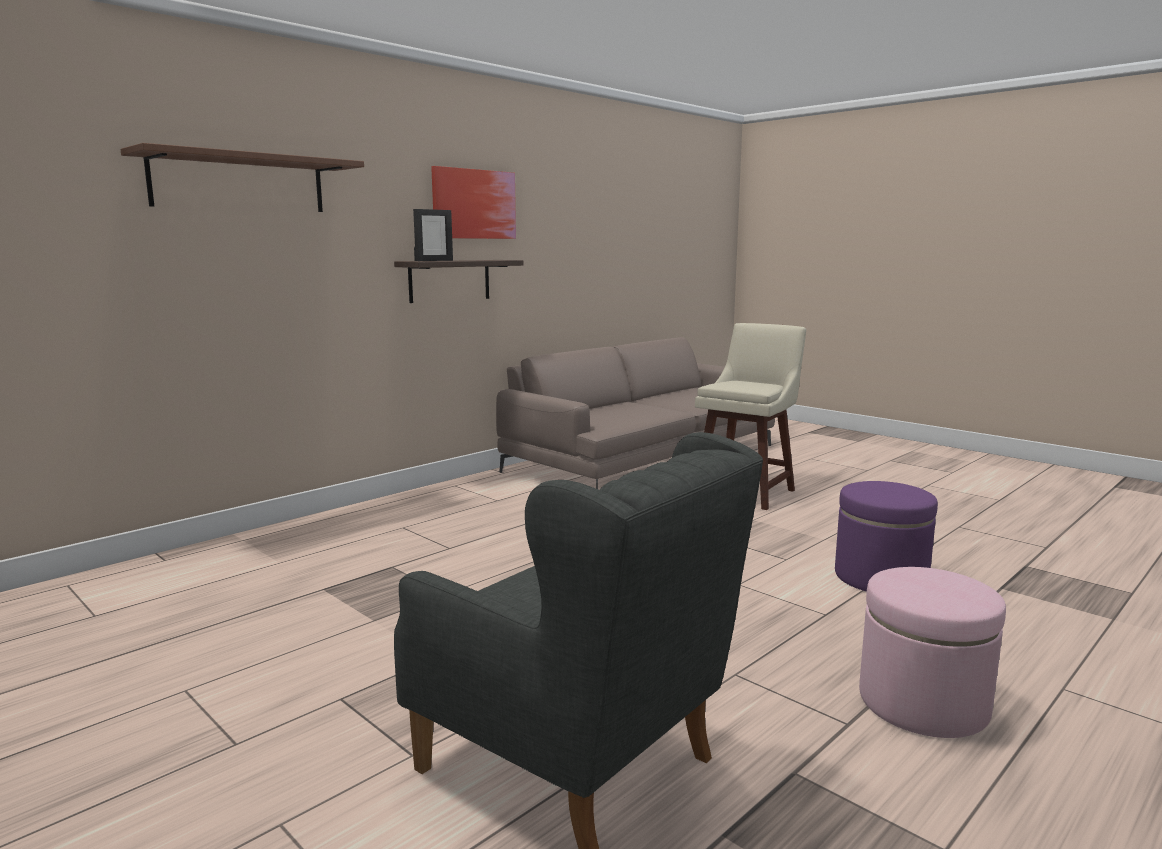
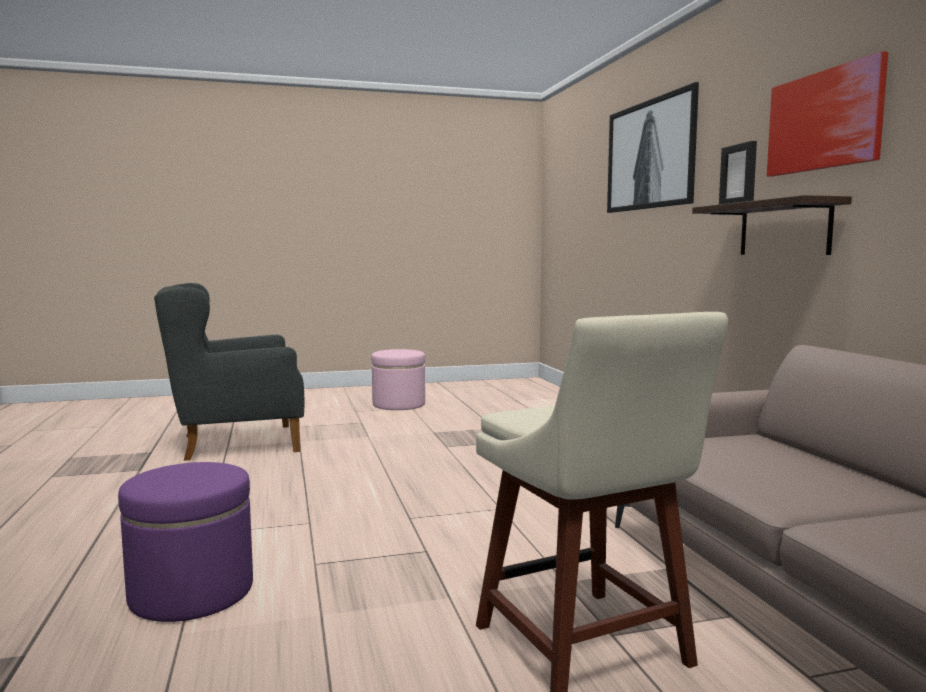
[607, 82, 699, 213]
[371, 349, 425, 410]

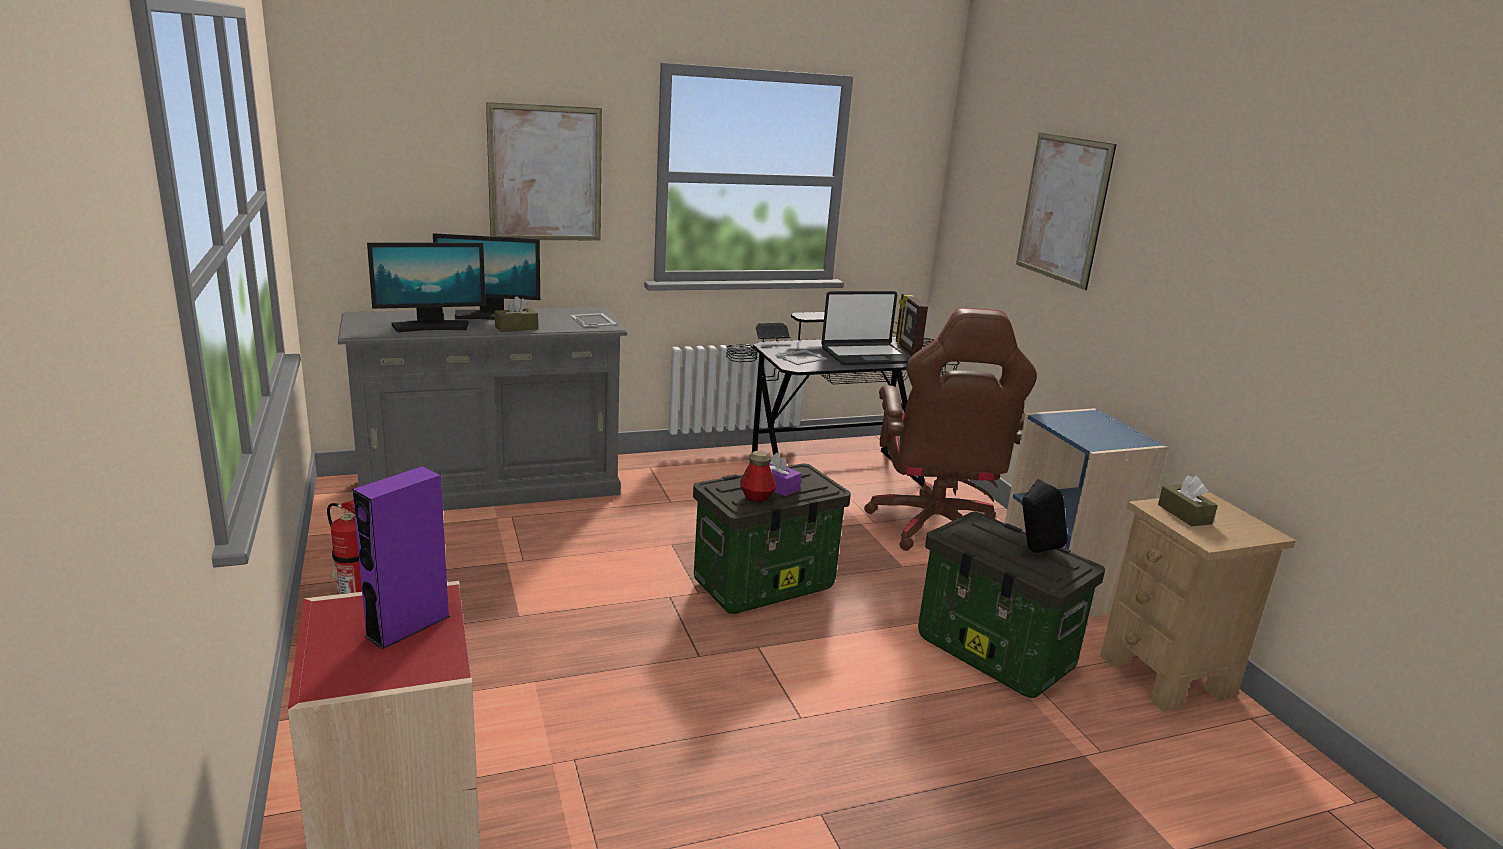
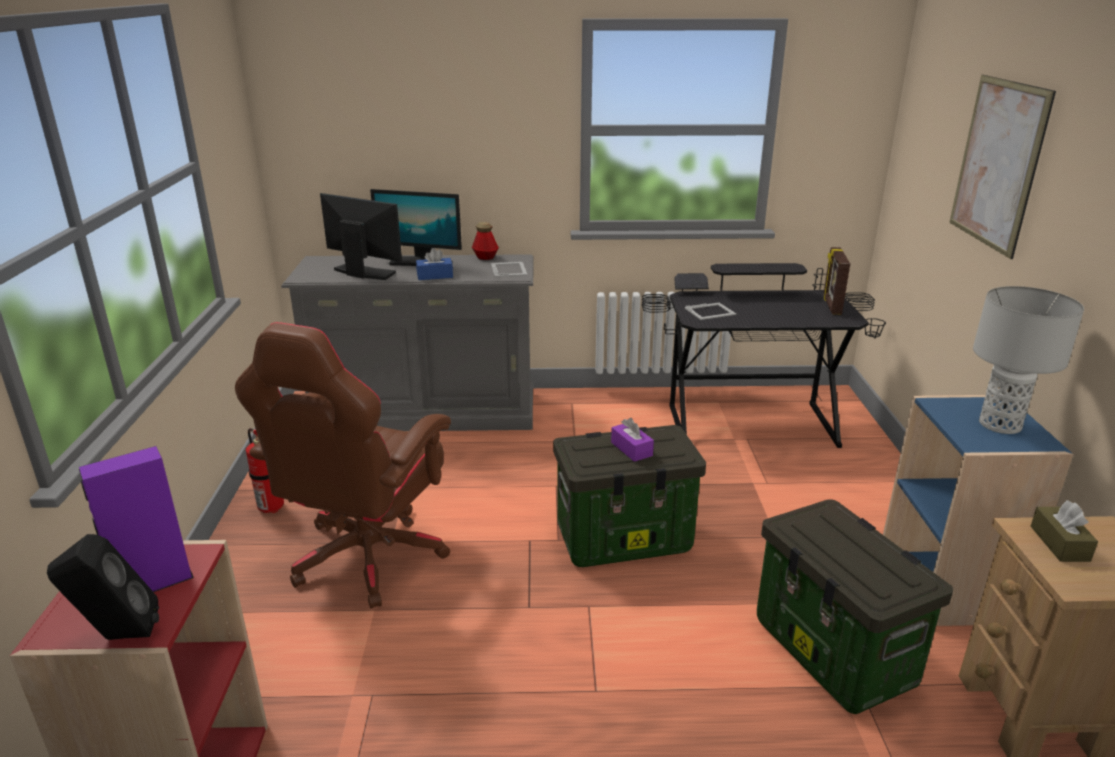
[320, 193, 402, 280]
[486, 102, 602, 240] (first image)
[416, 248, 453, 280]
[472, 222, 499, 260]
[821, 291, 910, 365] (first image)
[235, 322, 451, 608]
[47, 534, 159, 640]
[973, 286, 1084, 434]

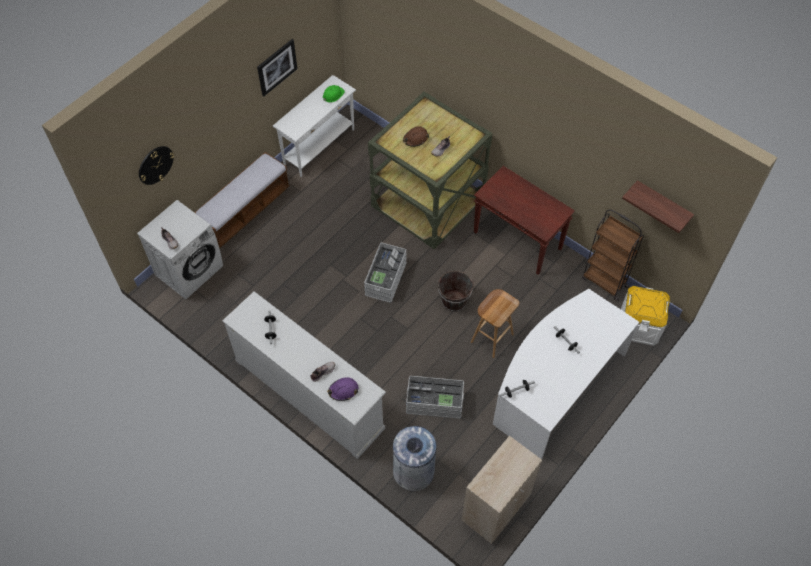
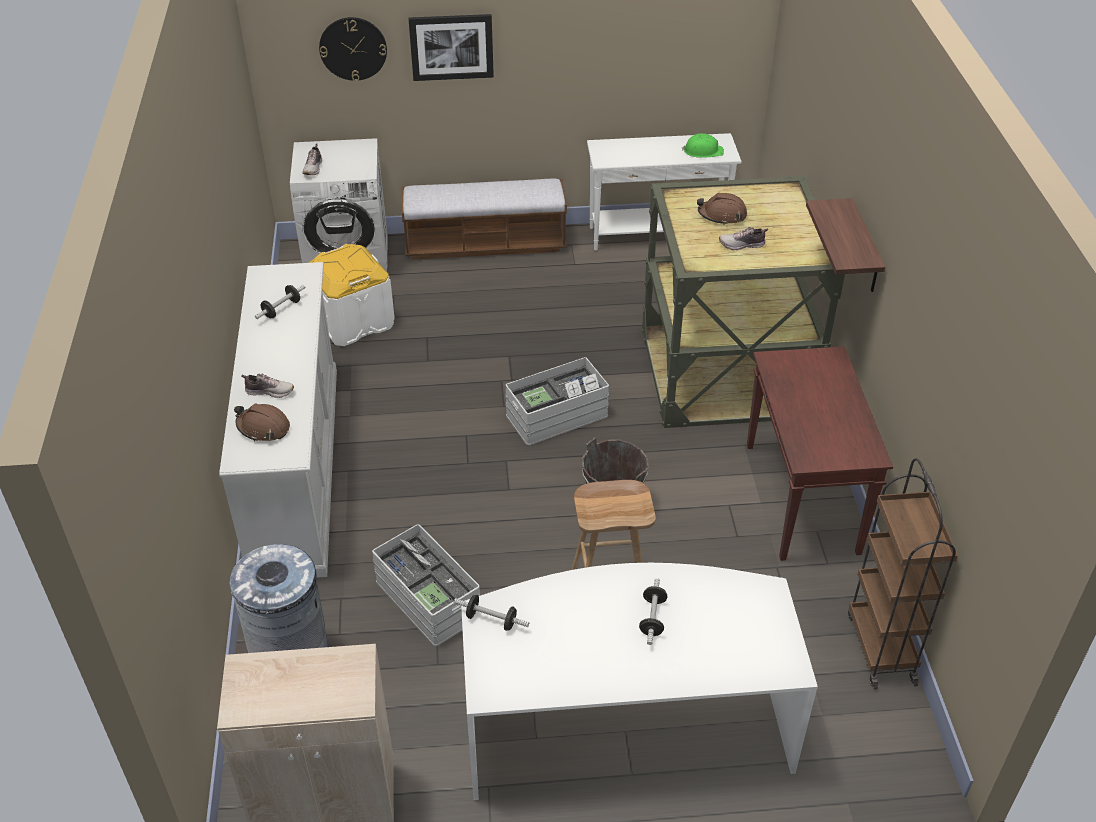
[408, 14, 494, 81]
[234, 403, 290, 441]
[309, 244, 395, 346]
[806, 198, 885, 292]

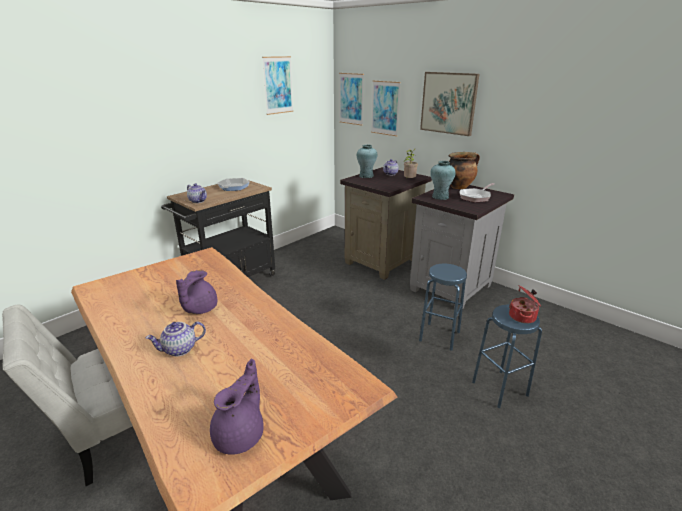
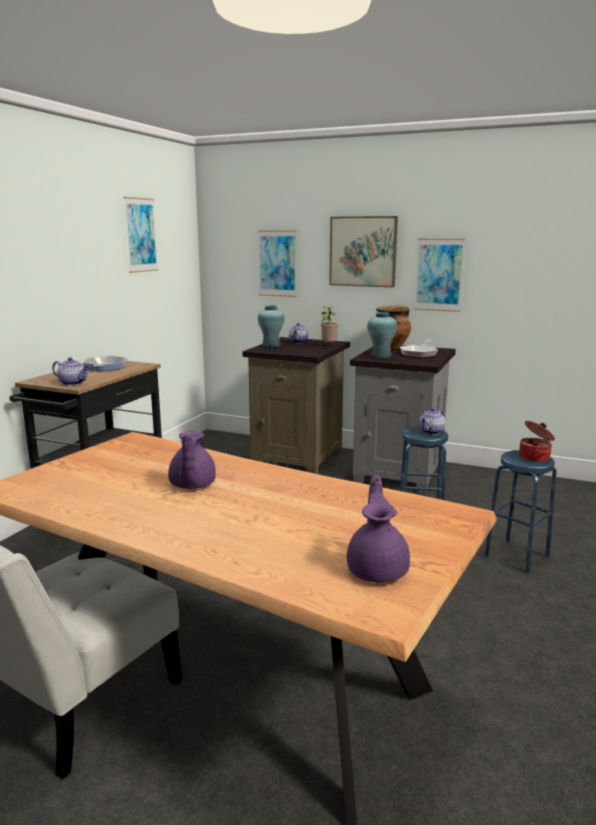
[419, 408, 445, 435]
[414, 239, 465, 312]

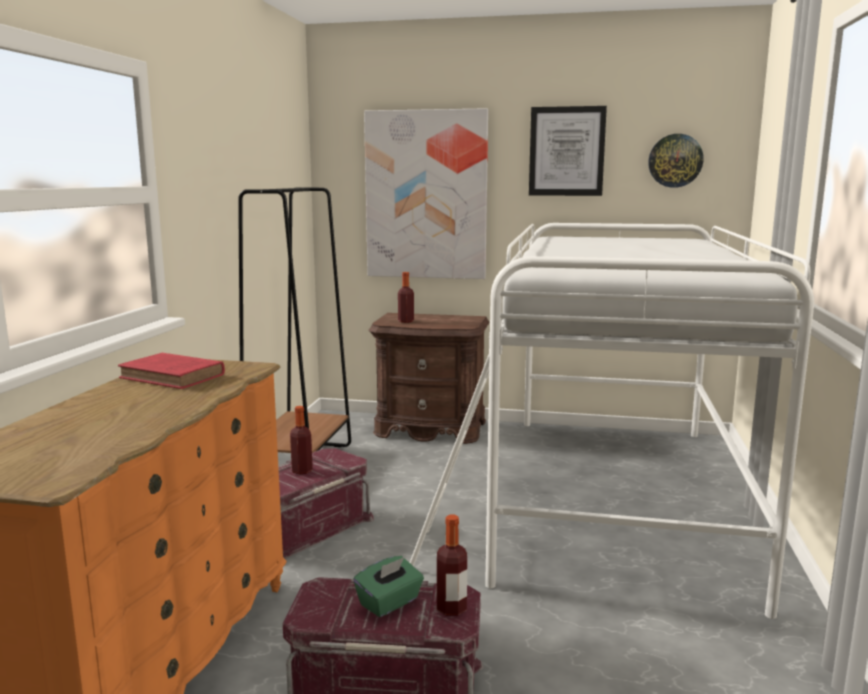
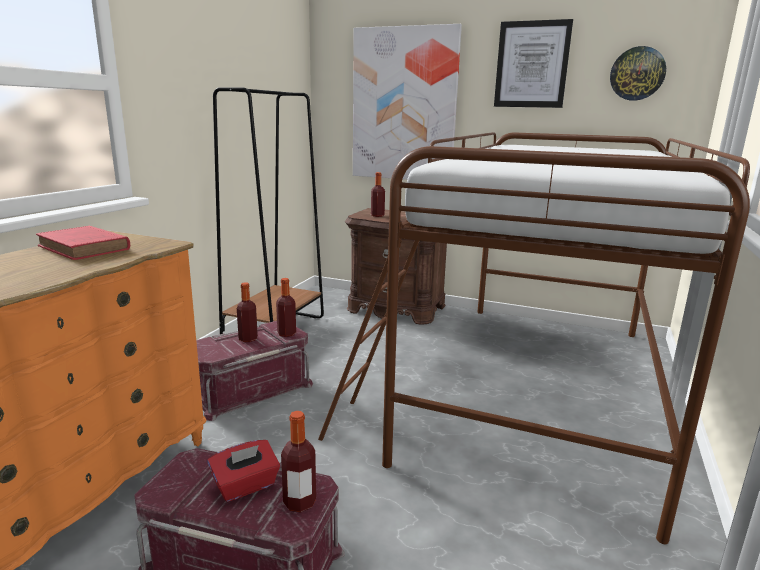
[208, 440, 280, 502]
[318, 132, 750, 544]
[276, 278, 296, 337]

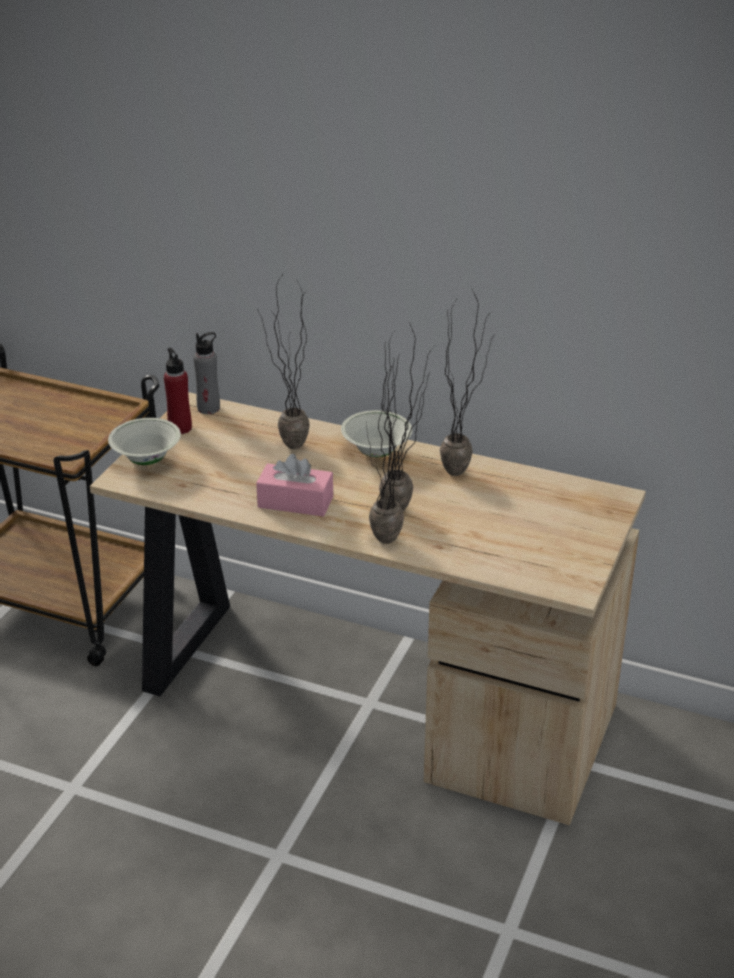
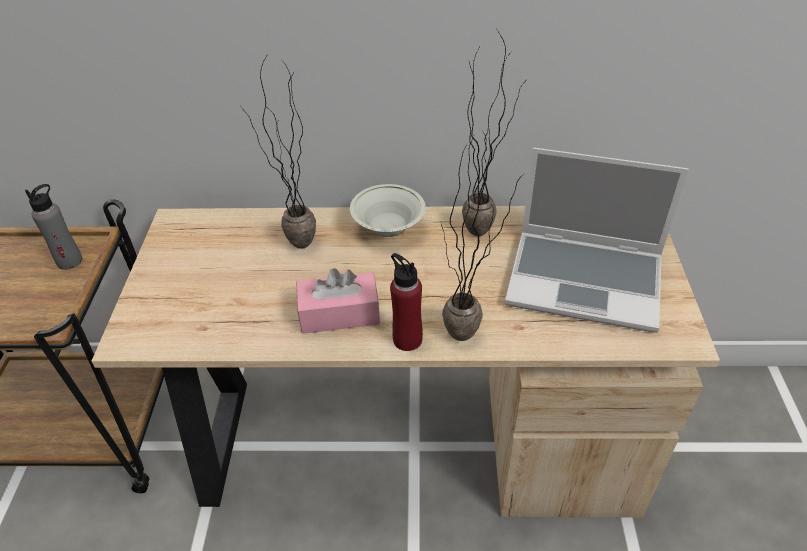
[108, 418, 181, 465] (first image)
[390, 253, 423, 351]
[25, 184, 82, 270]
[379, 322, 435, 511] (first image)
[505, 148, 689, 333]

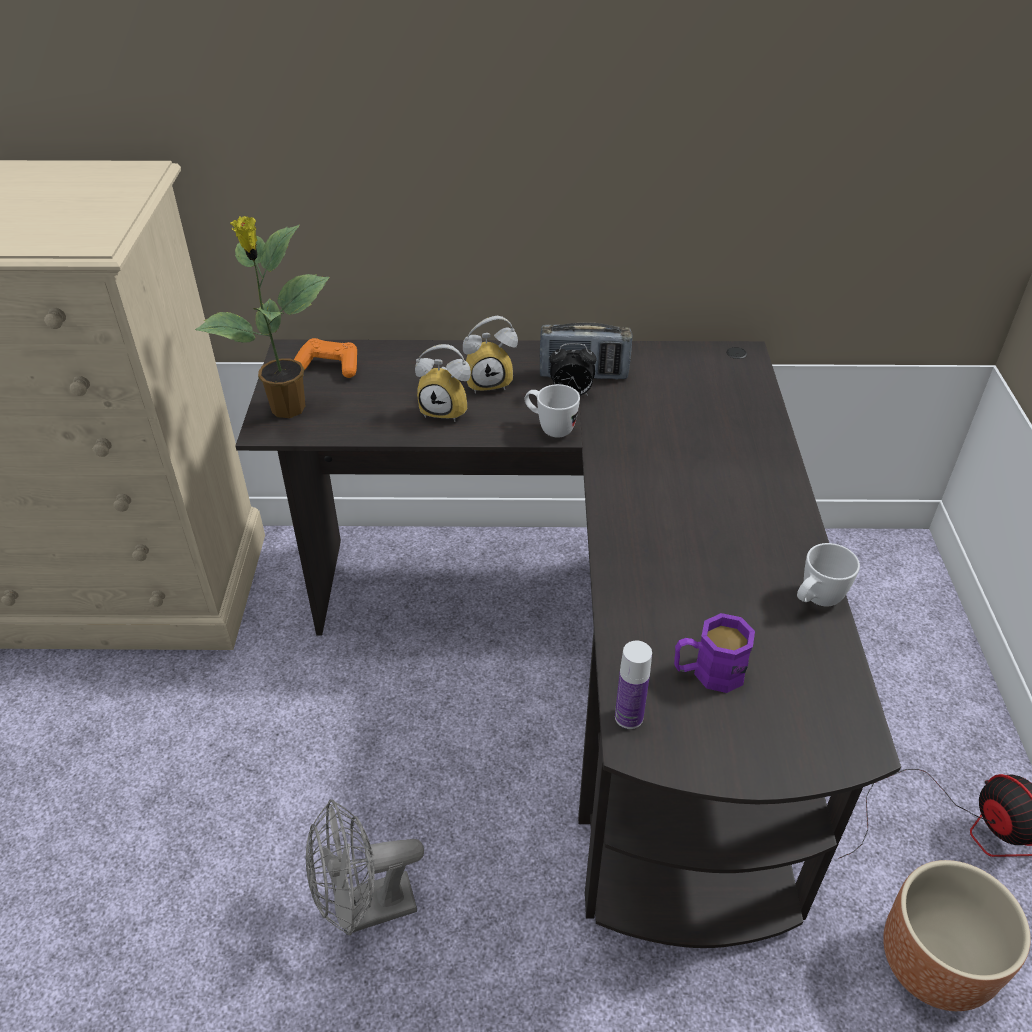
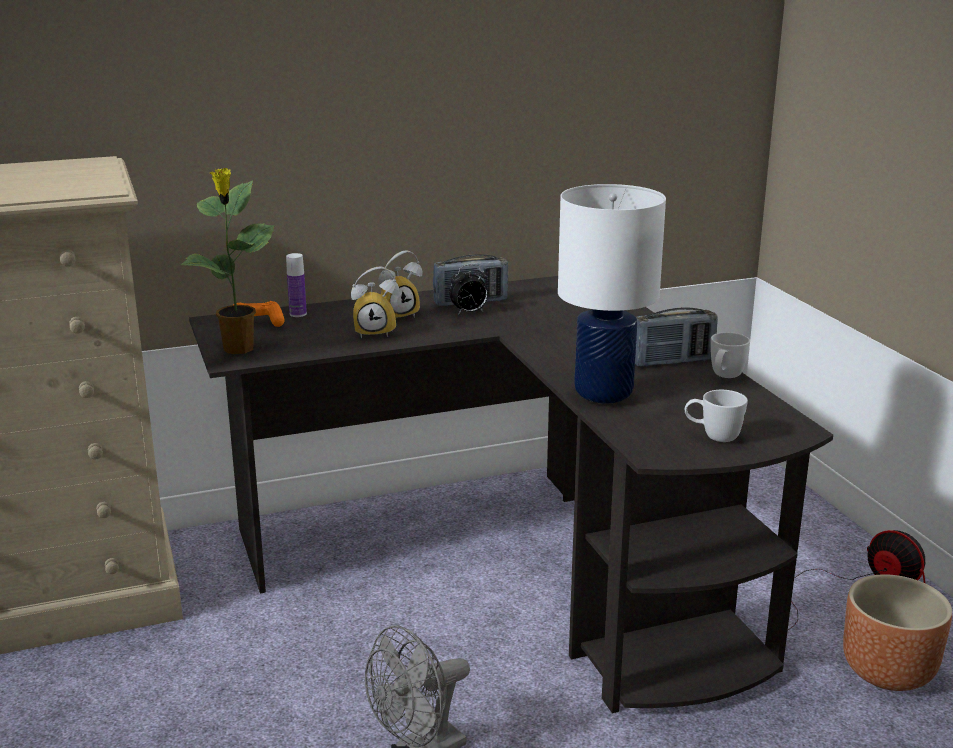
[685, 390, 748, 442]
[286, 253, 307, 317]
[674, 613, 755, 693] (first image)
[558, 184, 666, 404]
[635, 307, 718, 367]

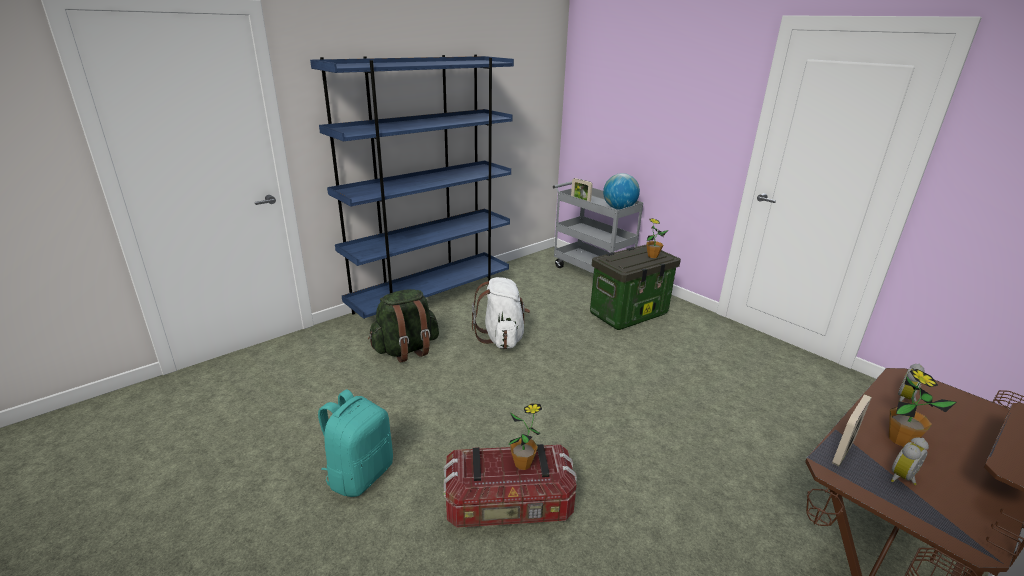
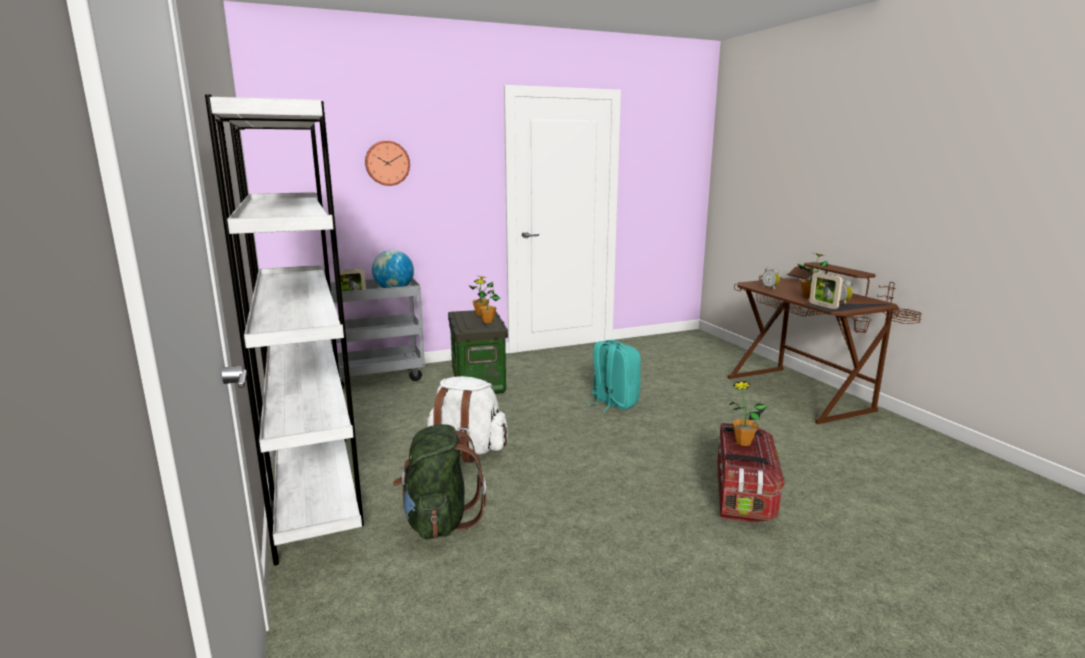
[205, 94, 364, 566]
[587, 340, 641, 412]
[365, 141, 410, 186]
[474, 279, 500, 323]

